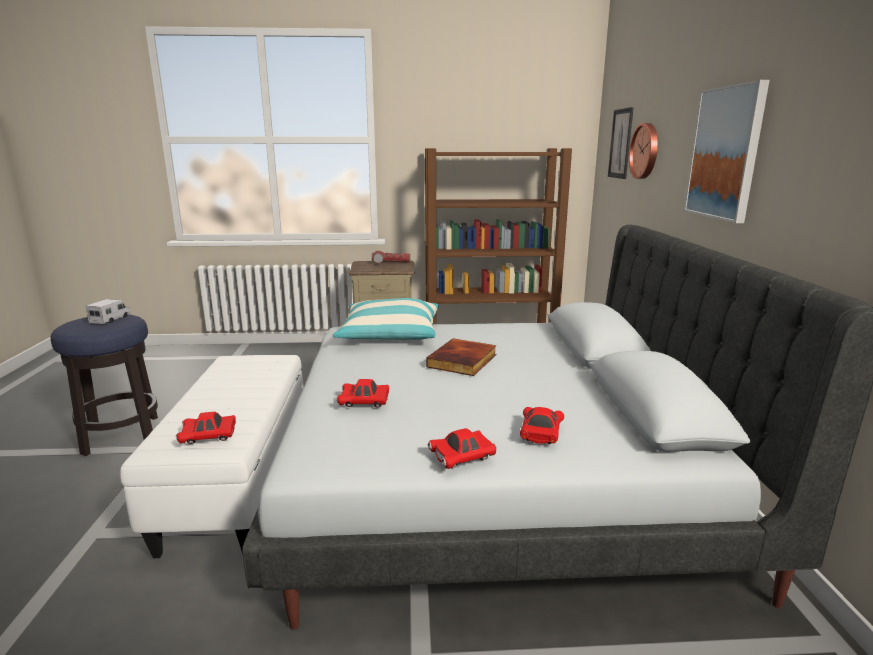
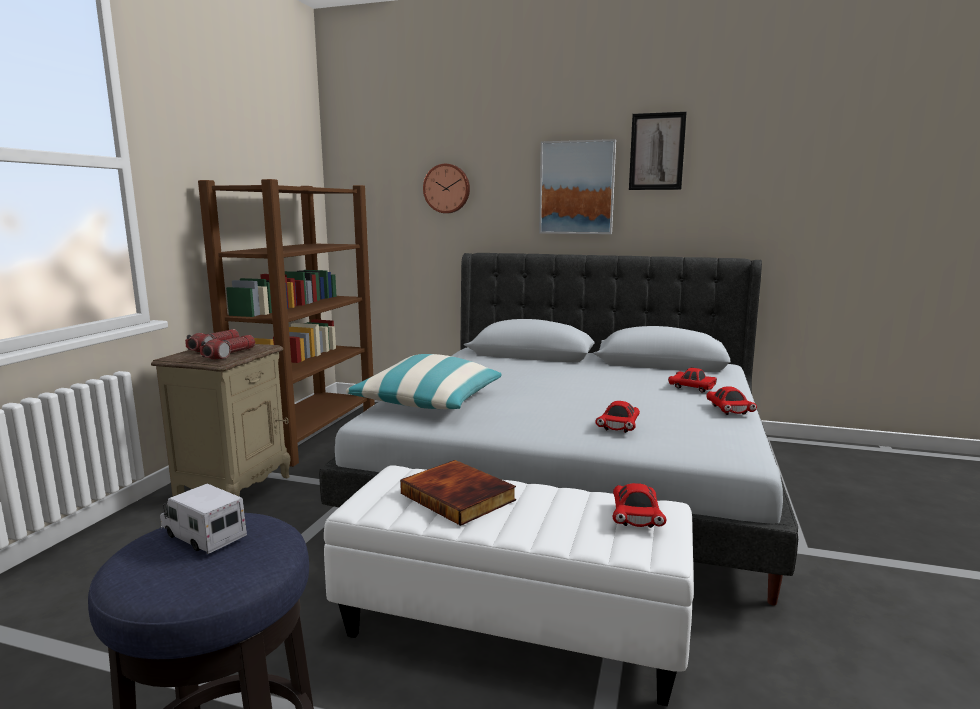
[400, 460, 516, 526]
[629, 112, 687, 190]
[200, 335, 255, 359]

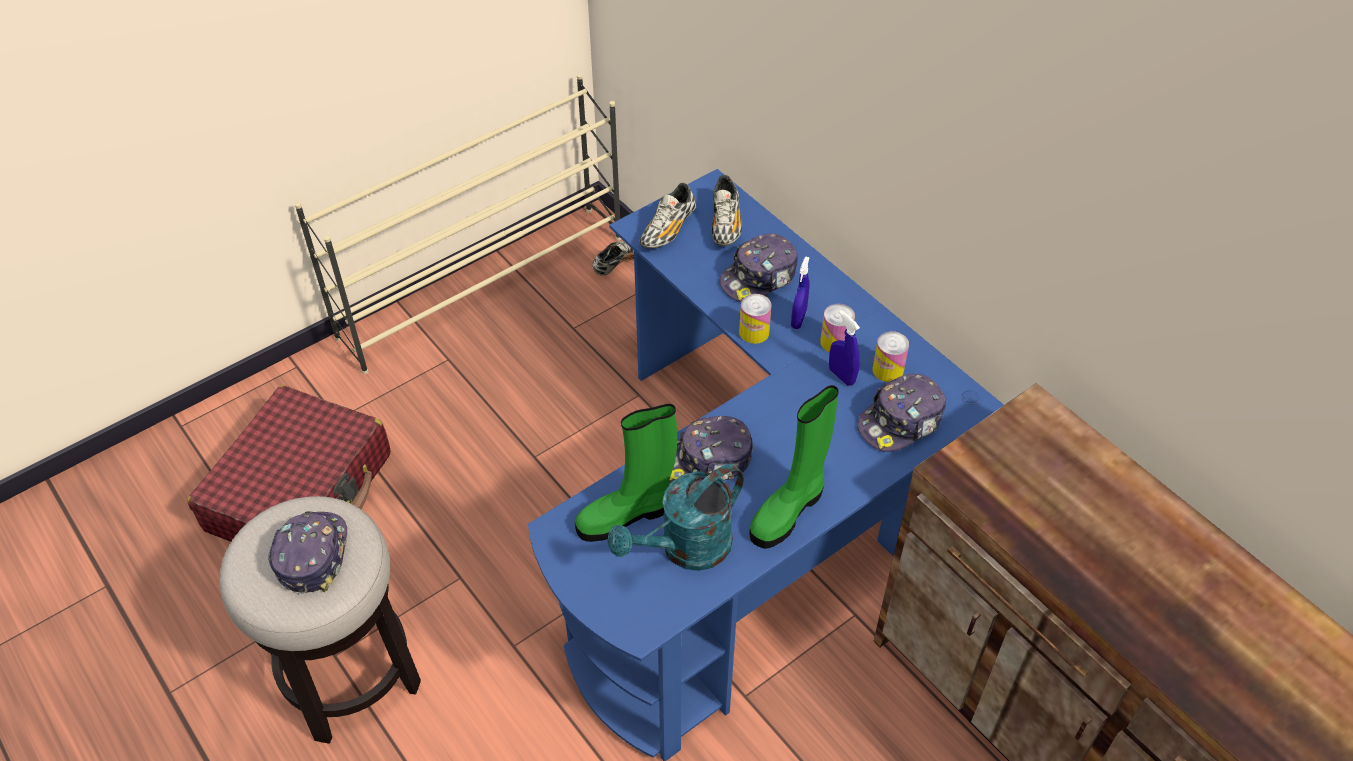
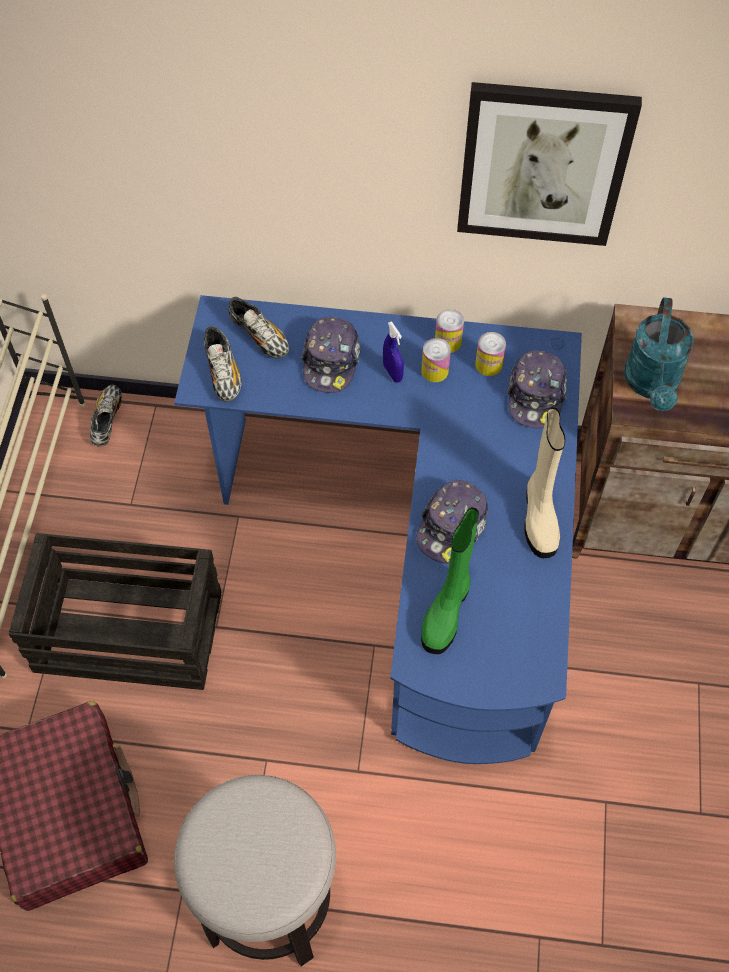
[268, 511, 347, 595] (first image)
[624, 297, 694, 411]
[435, 309, 464, 353]
[524, 407, 566, 558]
[829, 311, 860, 386] (first image)
[8, 533, 221, 690]
[457, 82, 642, 246]

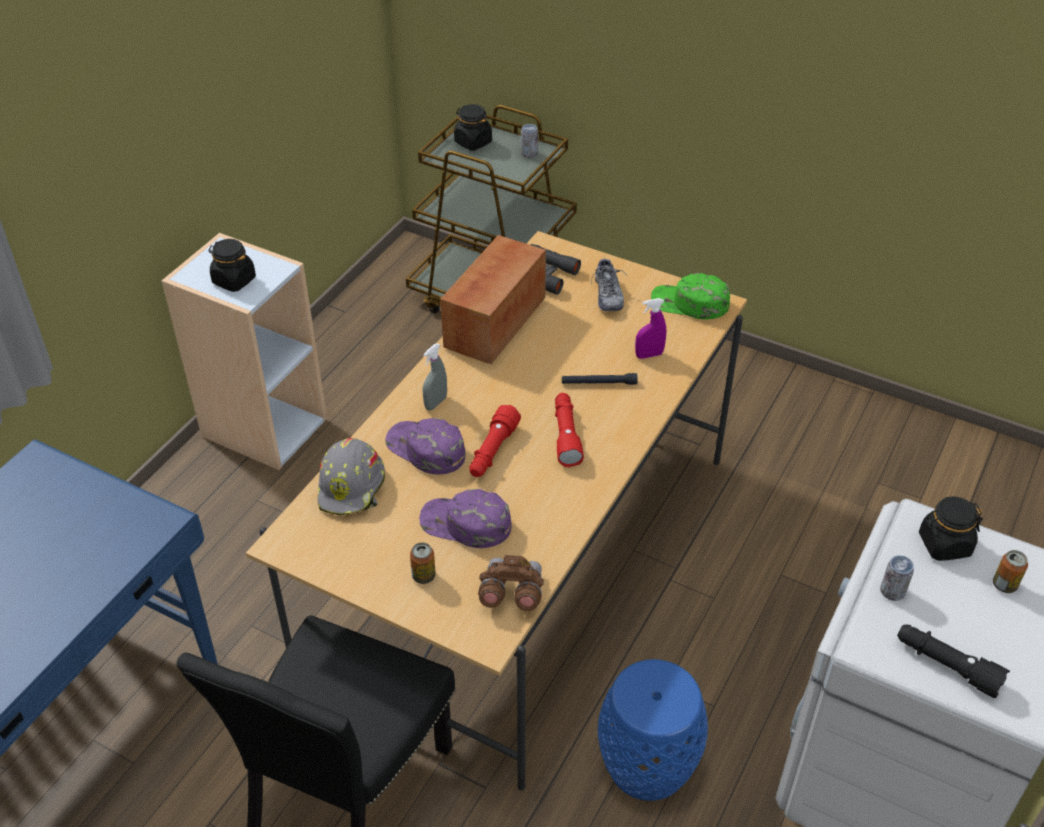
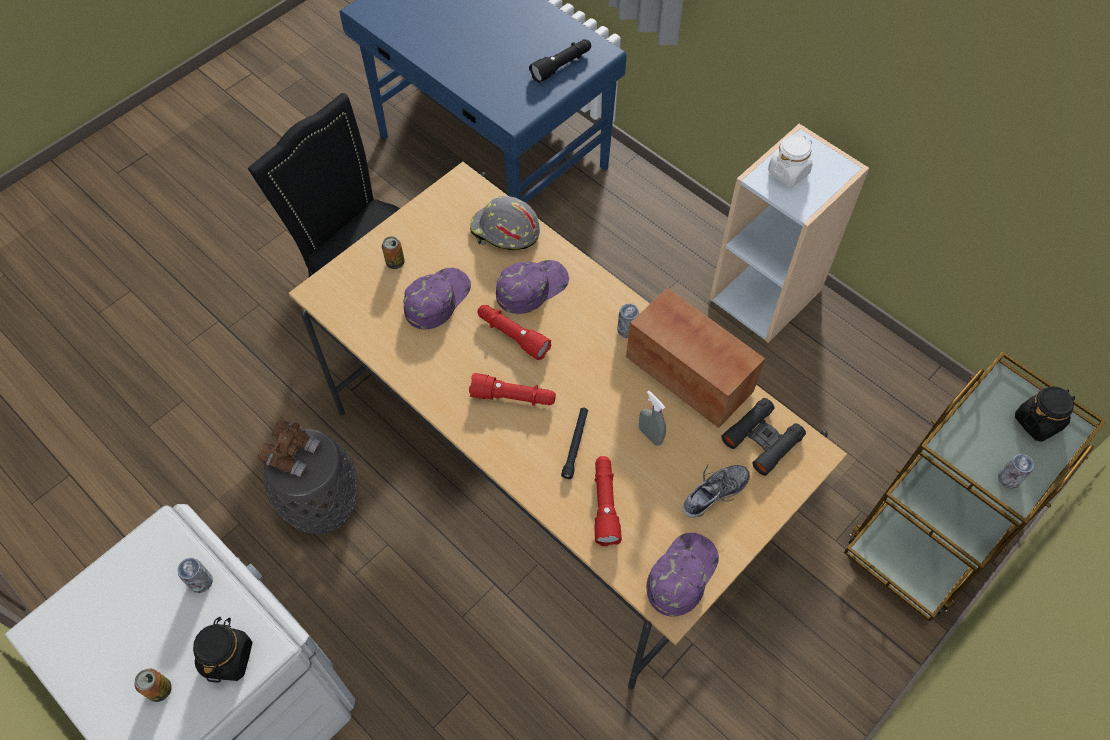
[768, 135, 812, 186]
[639, 390, 666, 446]
[258, 420, 321, 478]
[683, 465, 750, 518]
[264, 429, 358, 534]
[594, 456, 622, 546]
[646, 533, 719, 617]
[529, 39, 591, 83]
[617, 303, 639, 338]

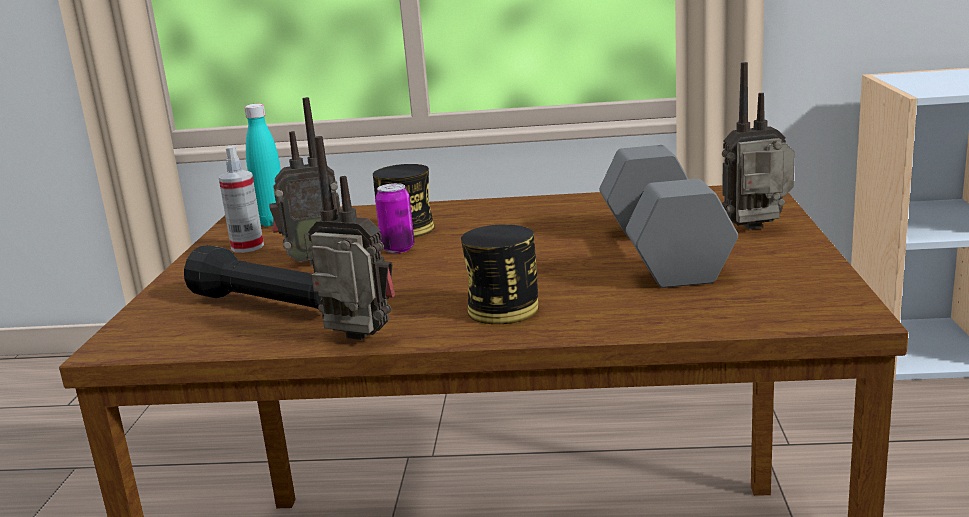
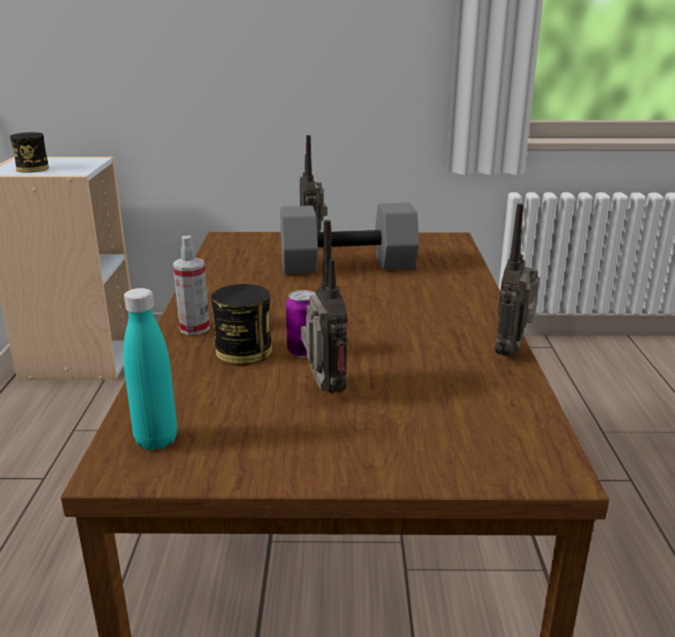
[184, 245, 321, 309] (first image)
[173, 236, 210, 335]
[10, 132, 49, 173]

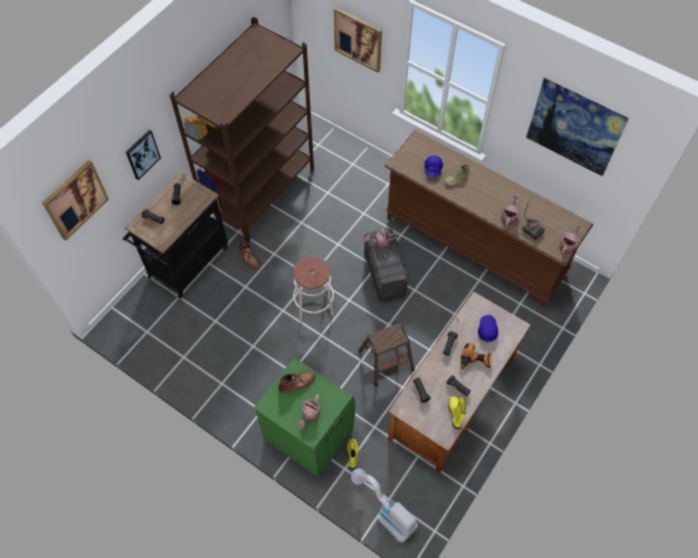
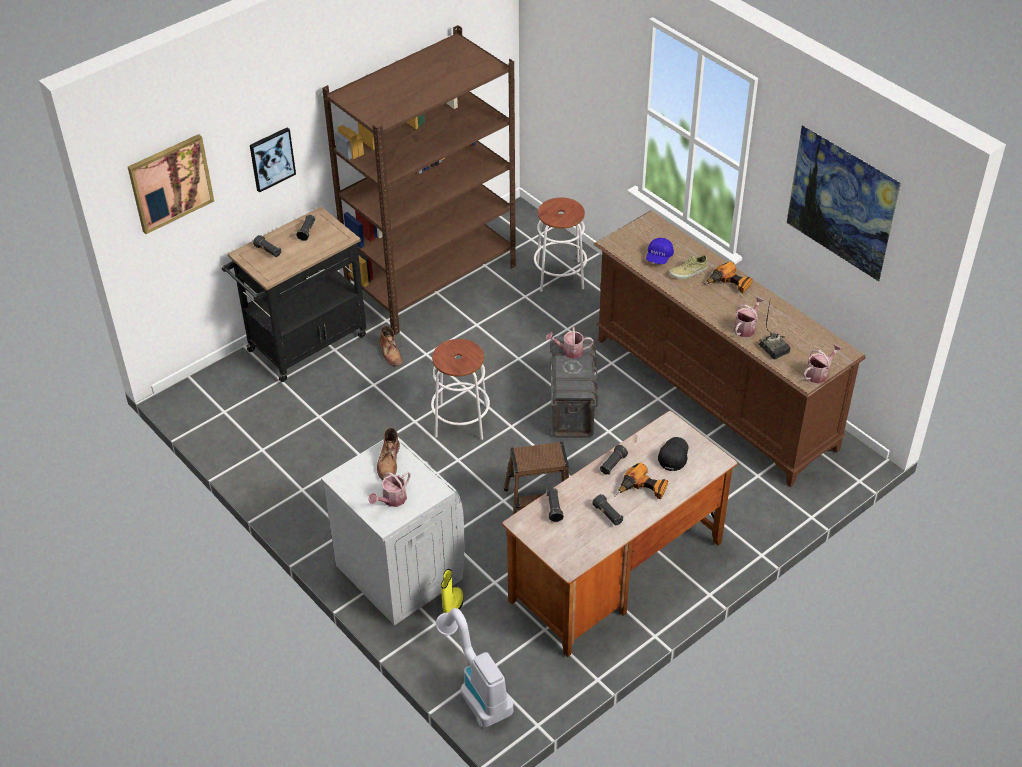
[321, 437, 464, 625]
[377, 427, 400, 480]
[334, 7, 382, 73] (first image)
[448, 396, 466, 429] (first image)
[658, 437, 688, 471]
[534, 197, 587, 292]
[702, 261, 752, 293]

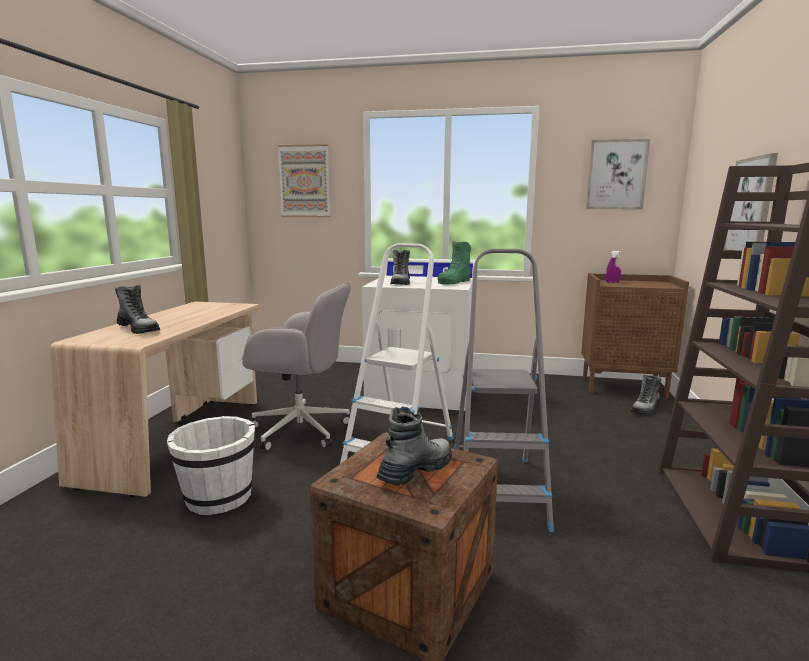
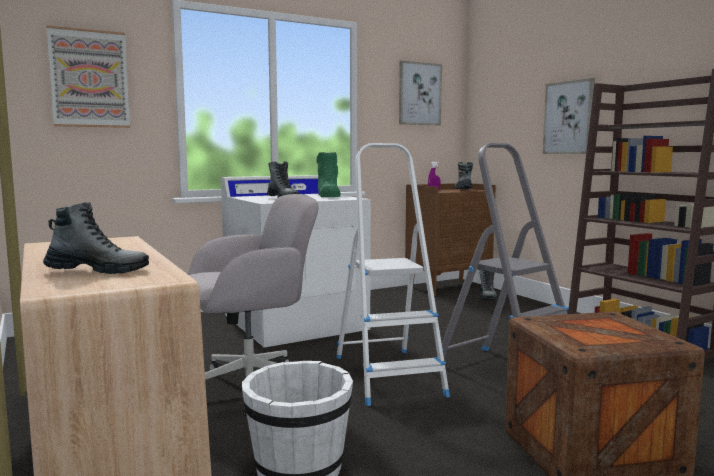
[454, 162, 473, 189]

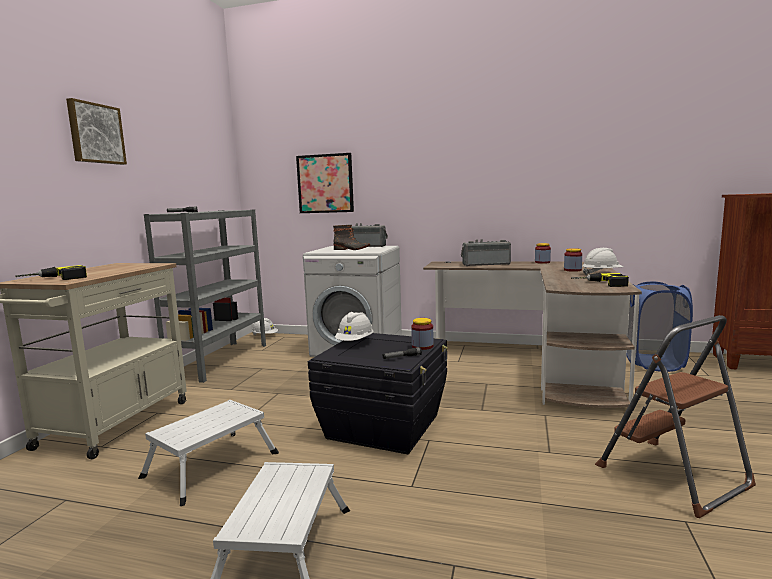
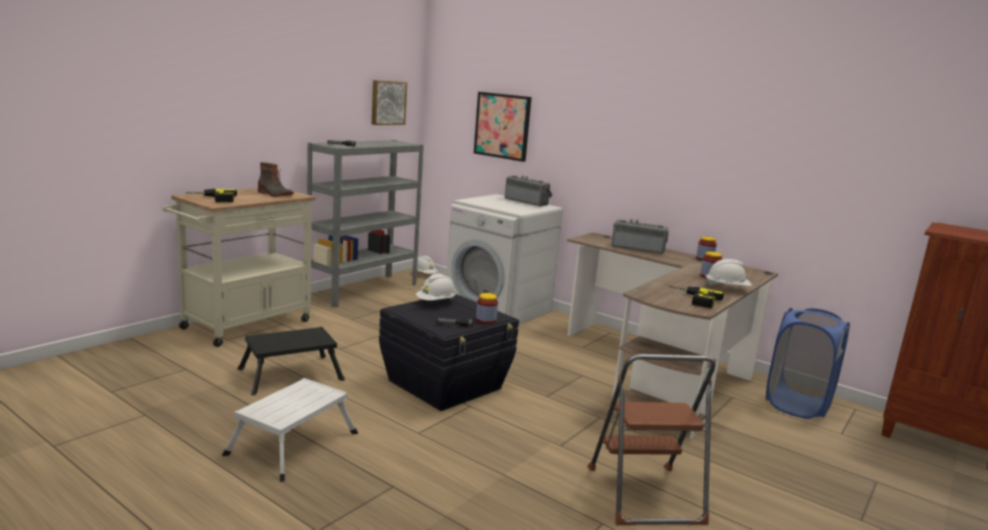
[372, 80, 407, 125]
[237, 326, 345, 396]
[258, 162, 294, 197]

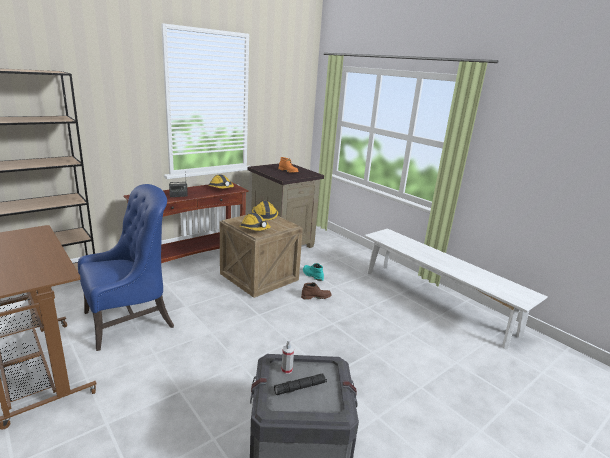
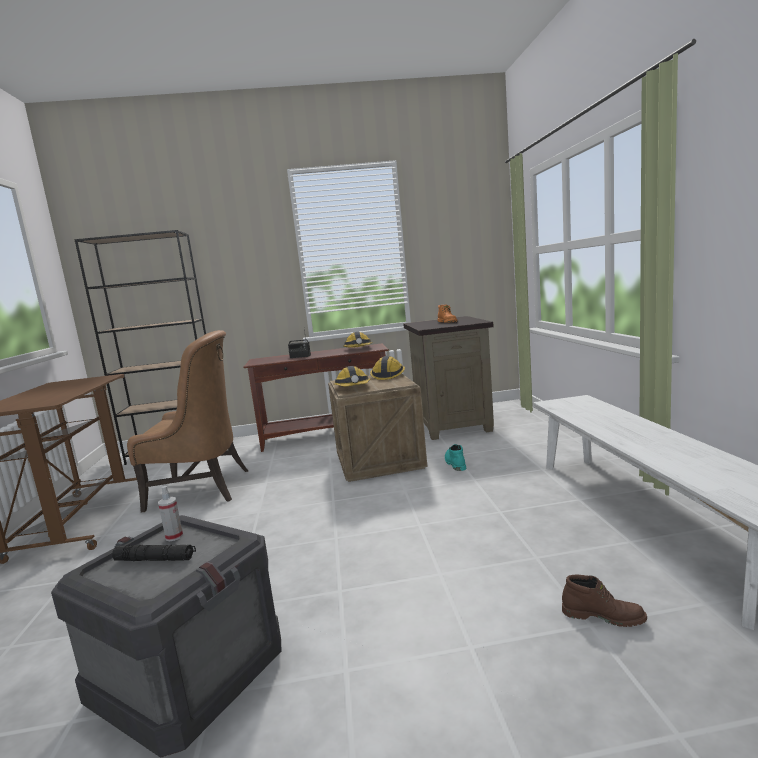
[127, 330, 248, 512]
[562, 575, 647, 627]

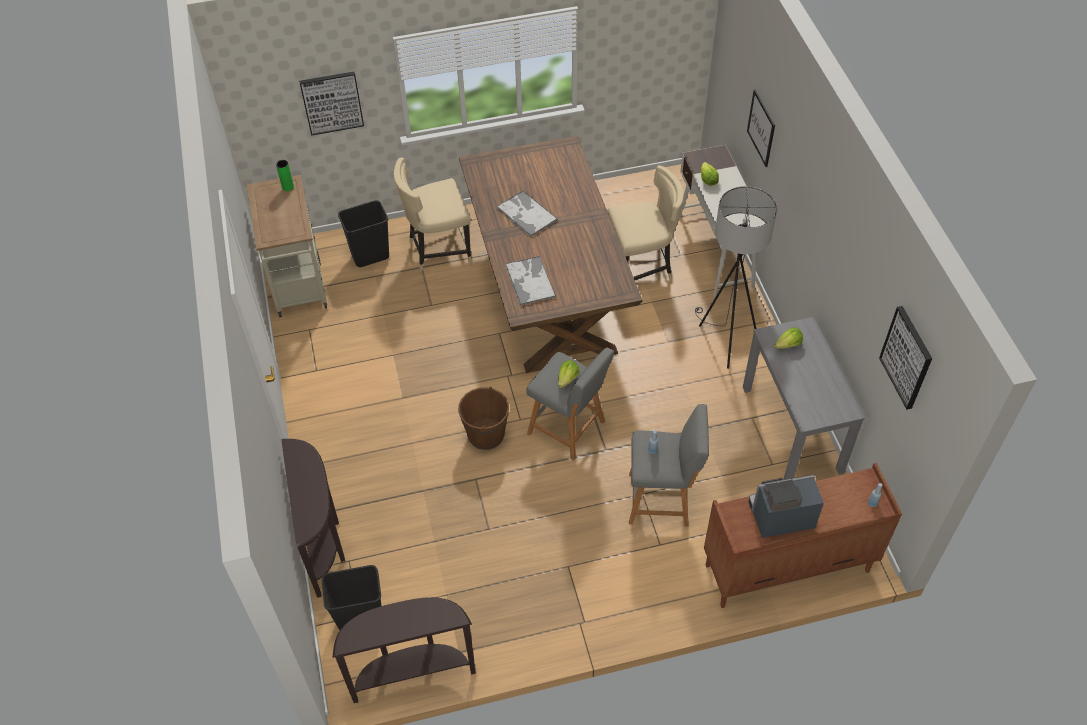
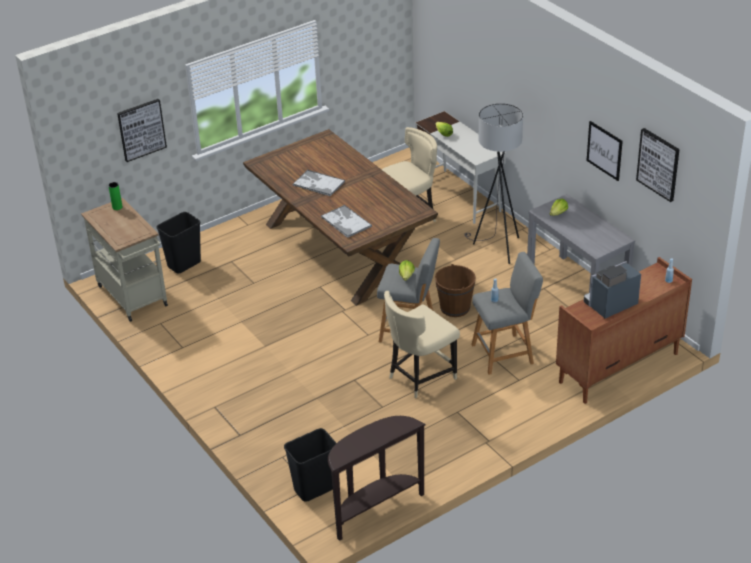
[281, 439, 345, 598] (first image)
[384, 291, 460, 398]
[435, 264, 476, 317]
[587, 121, 623, 181]

